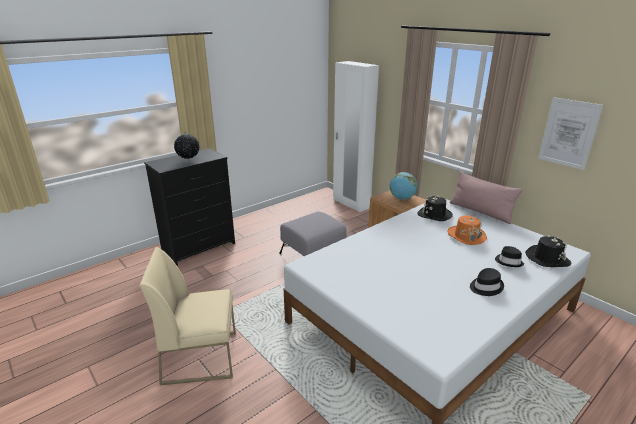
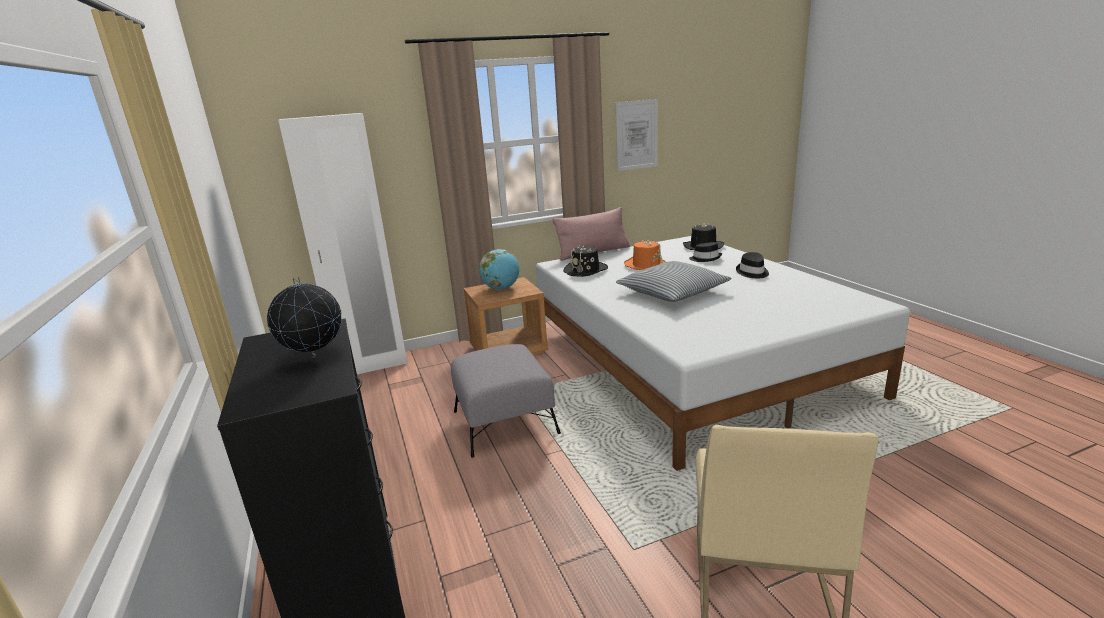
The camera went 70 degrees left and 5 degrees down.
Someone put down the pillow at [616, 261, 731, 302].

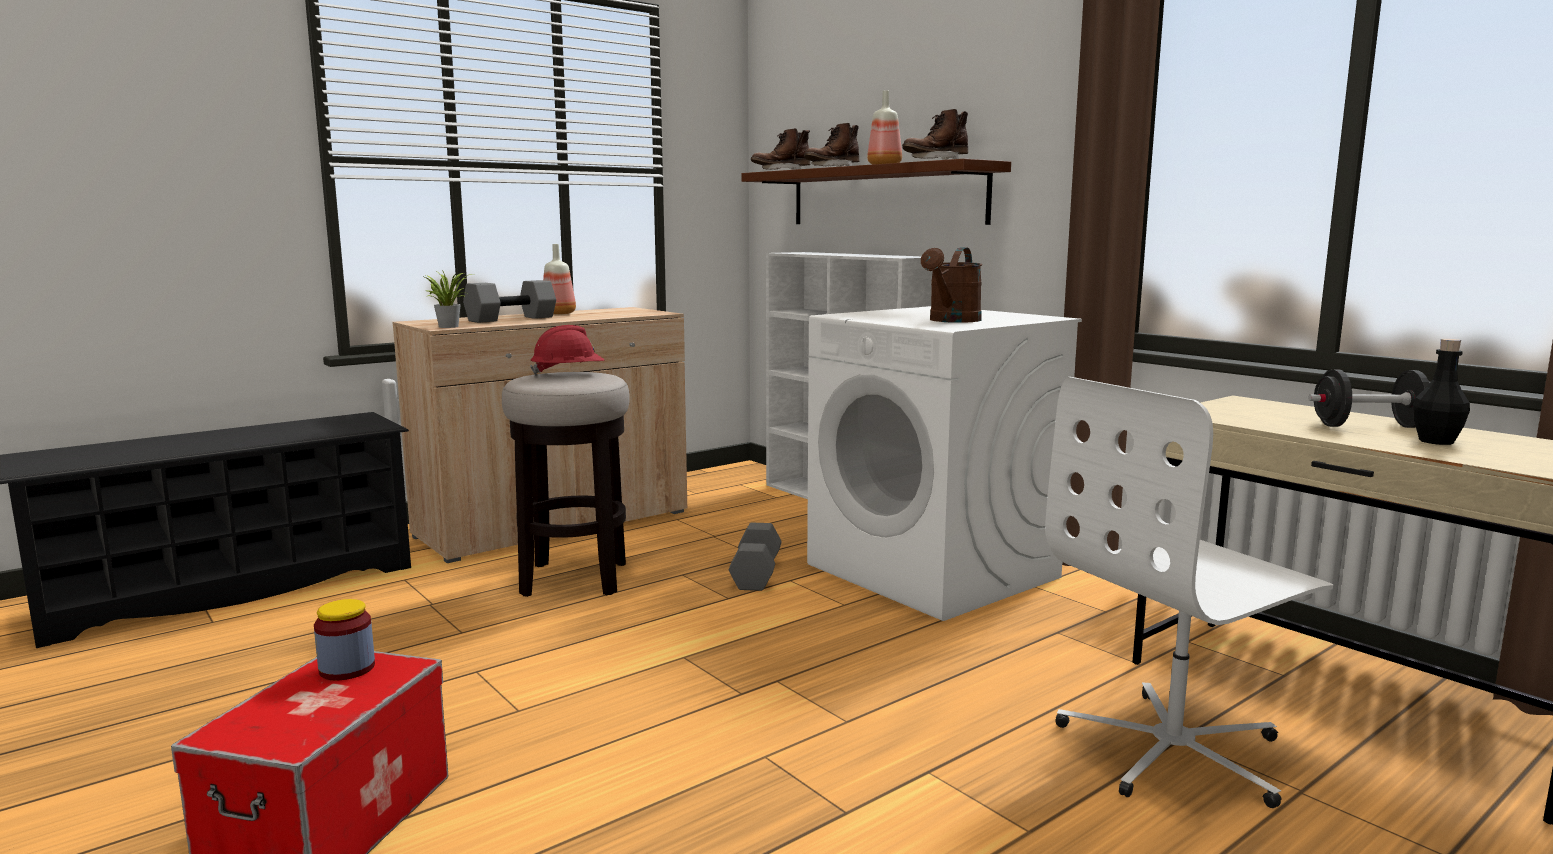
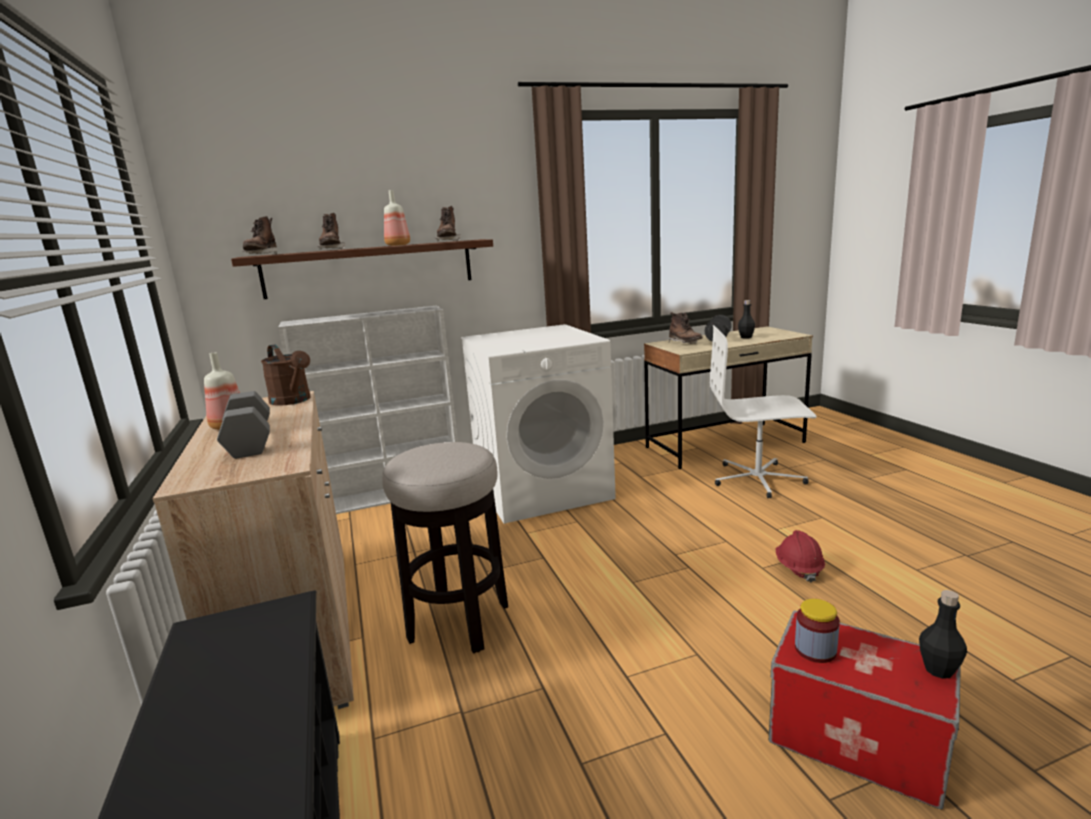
The camera went 70 degrees left and 5 degrees up.
Someone carried the brown-coloured watering pot from [921, 247, 982, 323] to [261, 344, 310, 406].
Someone put down the brown-coloured tall boot at [669, 312, 703, 344].
Someone rotated the white office chair at [1045, 377, 1334, 808] by 105 degrees clockwise.
Someone carried the red hard hat from [530, 325, 604, 376] to [776, 530, 825, 583].
Someone put down the black-coloured bottle at [919, 590, 967, 679].
Someone took away the plant in a pot at [425, 270, 473, 328].
Someone took away the gray dumbbell at [729, 522, 782, 591].

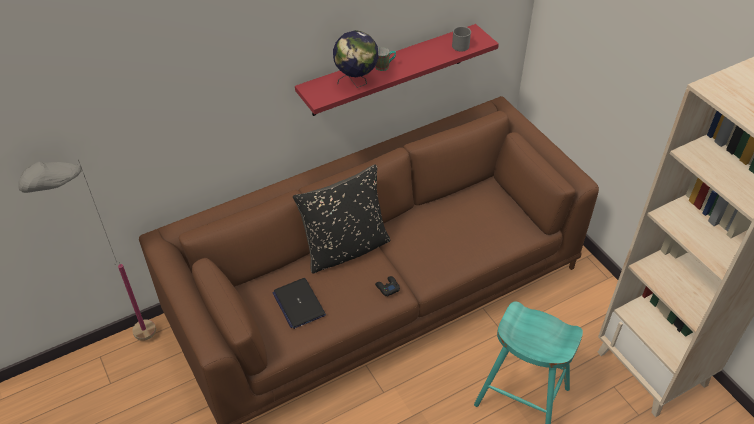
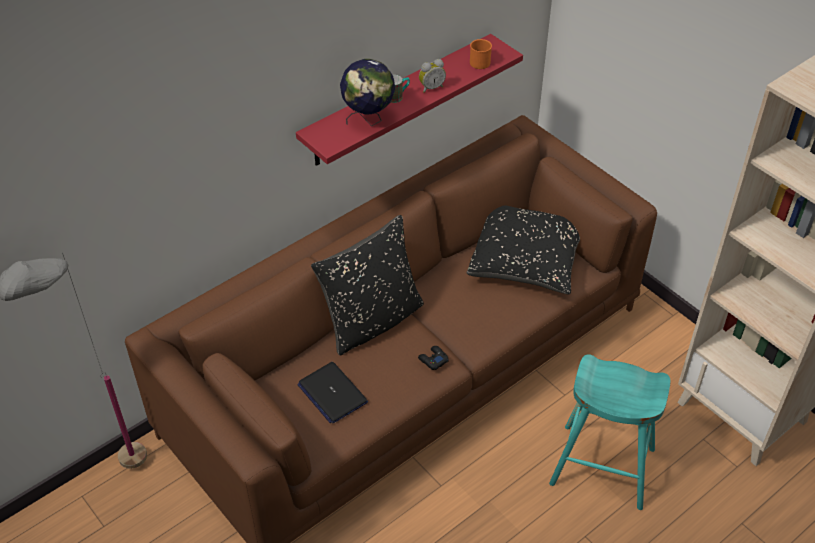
The camera went 10 degrees left and 0 degrees up.
Someone put down the table clock at [419, 59, 446, 93].
Someone put down the black-coloured pillow at [467, 205, 580, 294].
Someone repainted the gray tea mug at [452, 26, 471, 52], which became the orange tea mug at [470, 39, 492, 69].

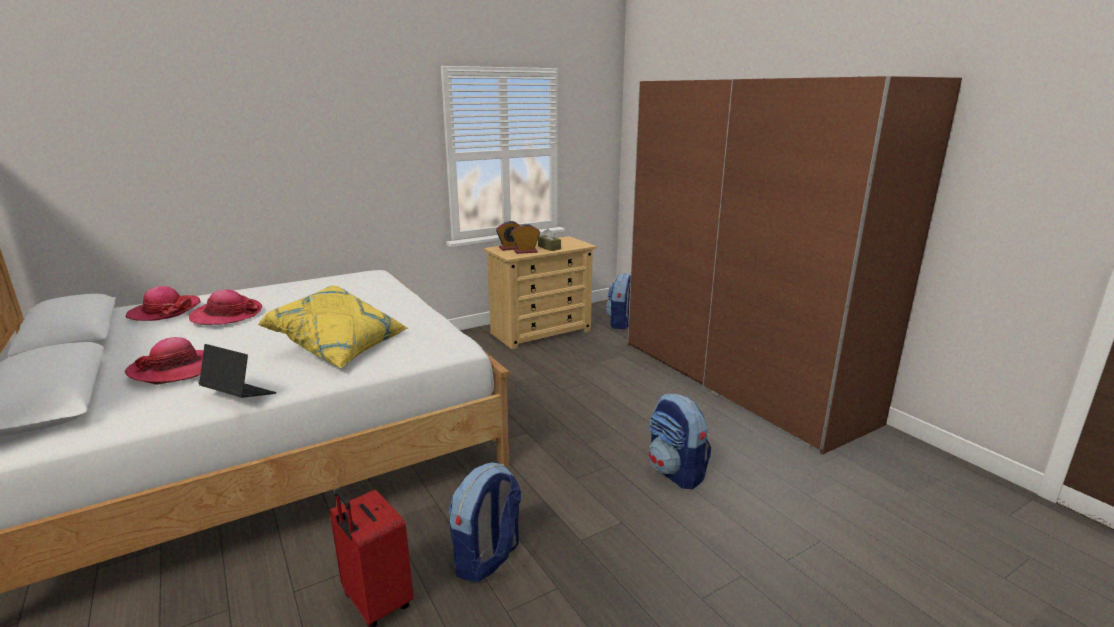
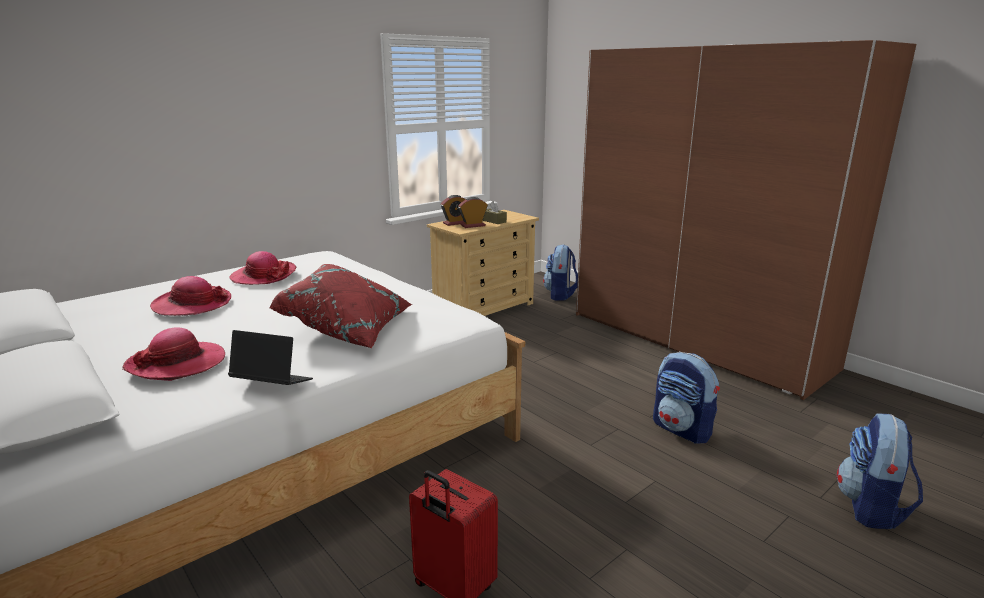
The camera went 10 degrees left and 0 degrees up.
Someone carried the wearable hat from [125, 286, 201, 321] to [229, 251, 297, 285].
Someone repainted the yellowish pillow at [257, 285, 408, 369], which became the red pillow at [269, 264, 412, 348].
Someone carried the knapsack from [449, 462, 521, 582] to [837, 414, 923, 529].

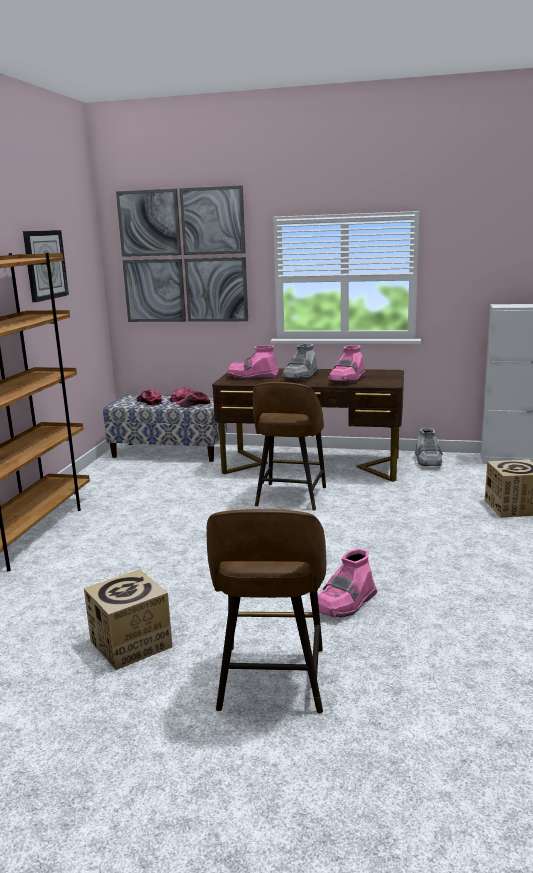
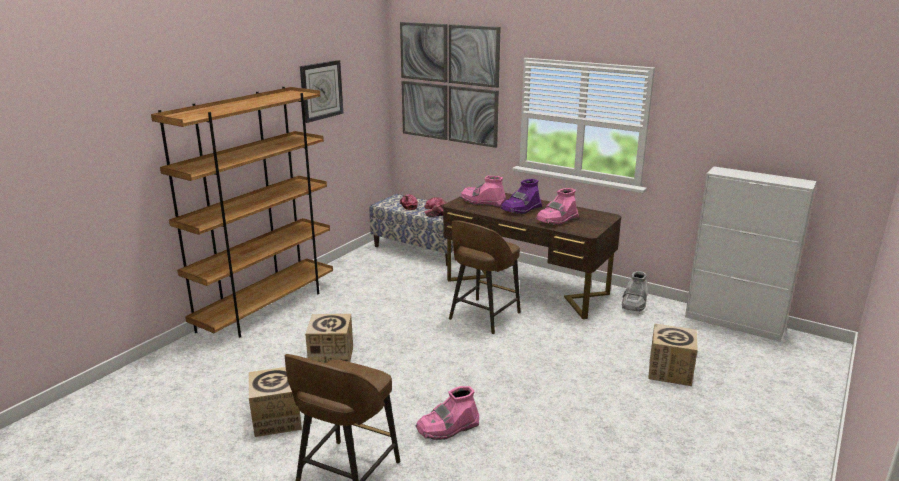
The camera went 20 degrees right and 5 degrees up.
Someone put down the carton at [305, 314, 353, 363].
Someone repainted the gray tall boot at [282, 343, 319, 380], which became the purplish tall boot at [500, 179, 542, 214].

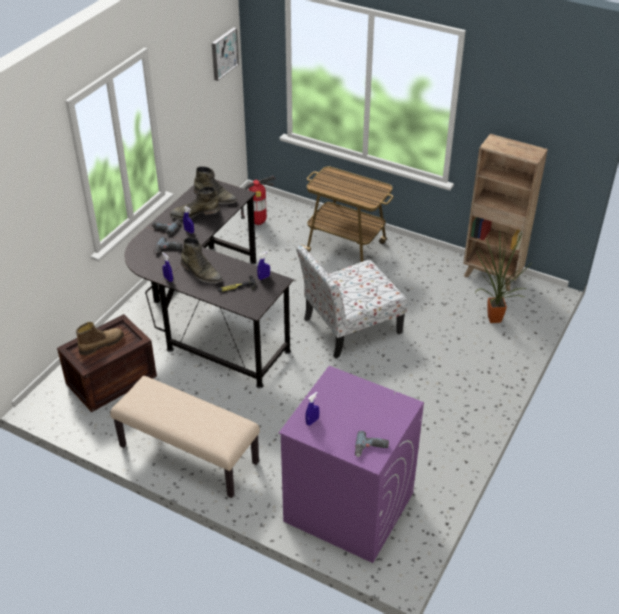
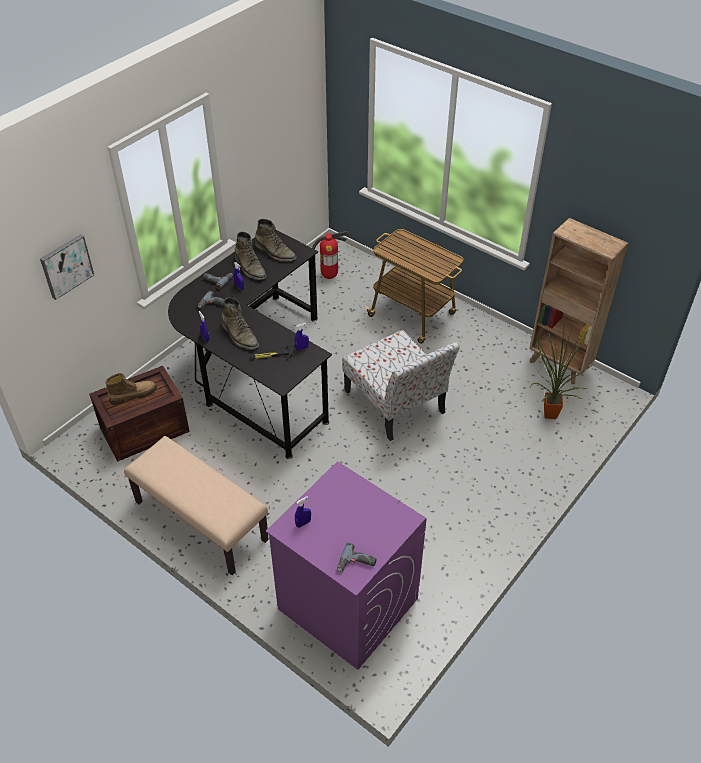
The camera went 10 degrees right and 5 degrees up.
Someone carried the wall picture from [212, 27, 239, 81] to [40, 234, 94, 300].
Someone rotated the green-coloured tall boot at [170, 186, 220, 220] by 120 degrees counterclockwise.
Someone rotated the upright chair at [296, 245, 408, 358] by 105 degrees counterclockwise.

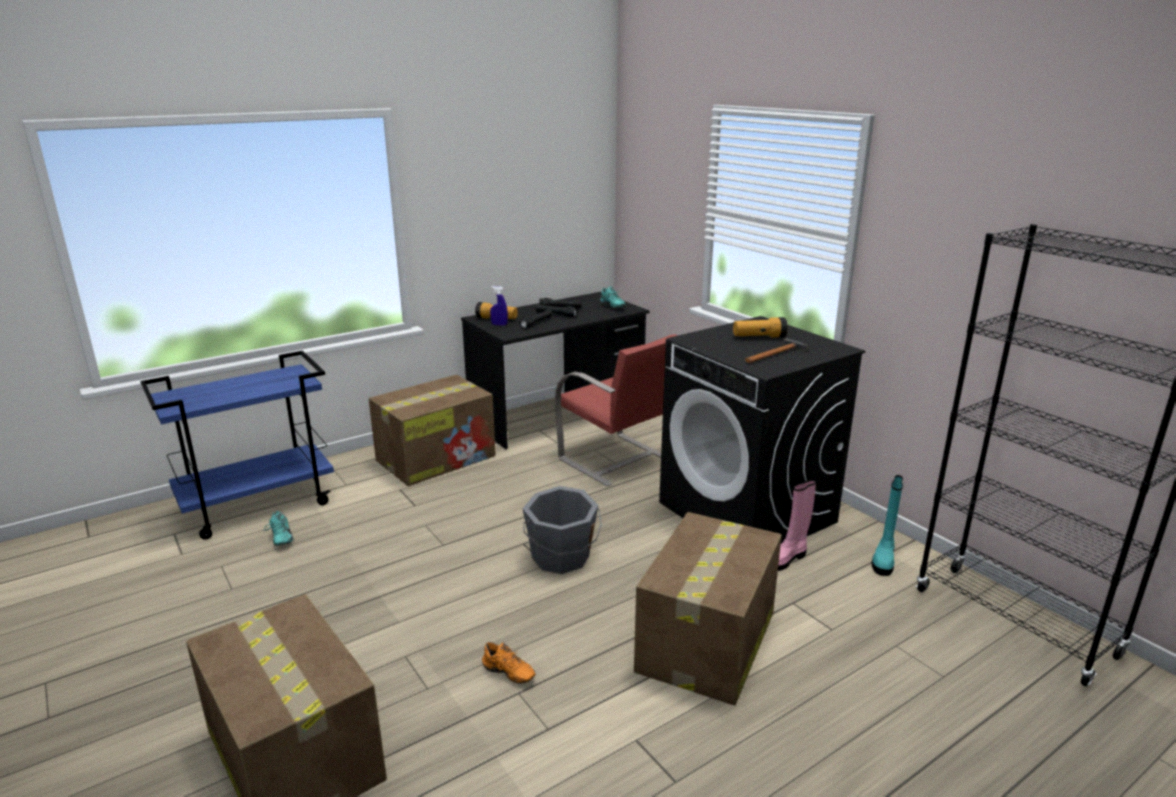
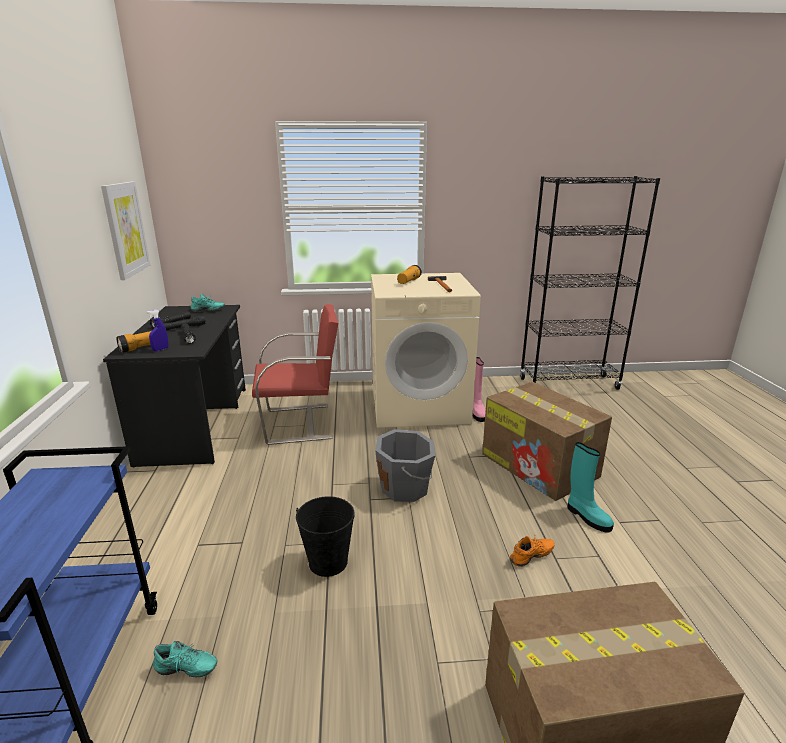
The camera went 60 degrees left and 0 degrees up.
Someone put up the wall picture at [101, 182, 150, 280].
Someone put down the black-coloured bucket at [296, 496, 355, 577].
Someone repainted the black-coloured laundry machine at [659, 316, 865, 543], which became the beige-coloured laundry machine at [371, 273, 481, 428].
Someone carried the turquoise tall boot from [872, 475, 903, 576] to [568, 442, 614, 533].
Someone took away the carton at [369, 375, 496, 486].

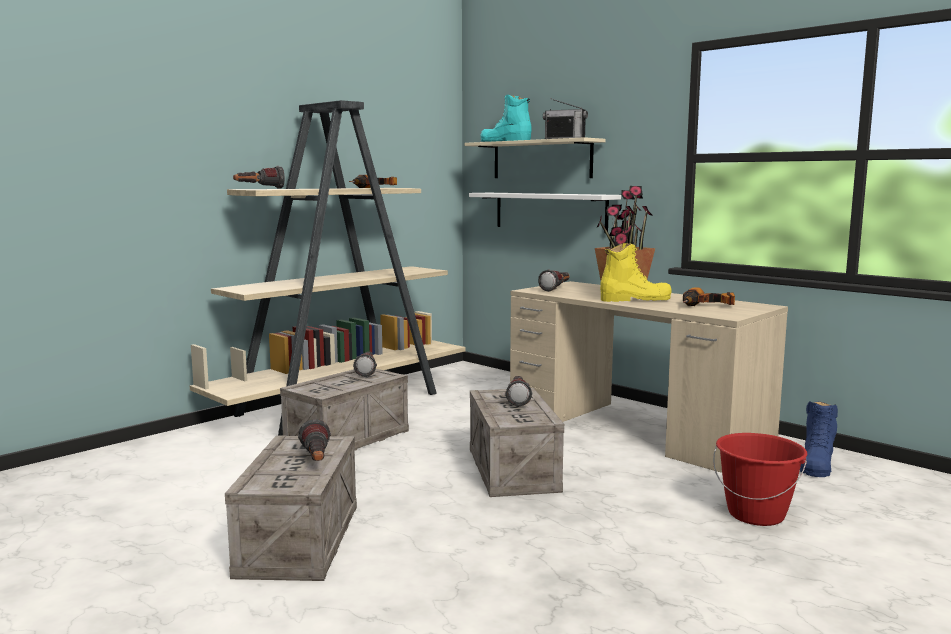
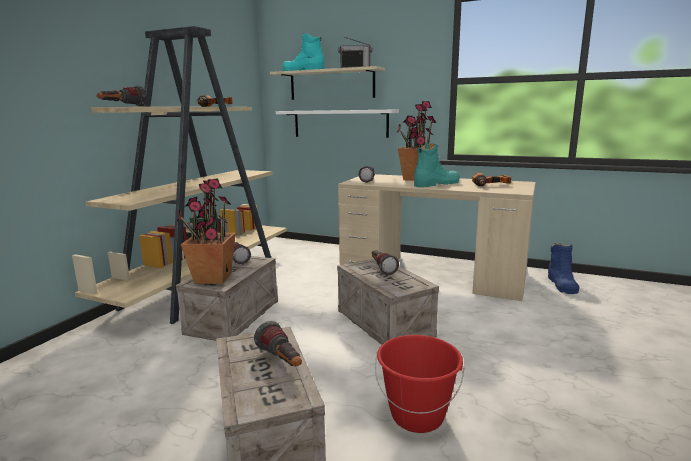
The camera went 20 degrees left and 5 degrees up.
Someone put down the plant in a pot at [177, 178, 236, 284].
Someone carried the red bucket from [713, 433, 807, 526] to [375, 335, 464, 433].
Someone repainted the yellowish tall boot at [600, 243, 671, 302], which became the turquoise tall boot at [414, 144, 460, 187].

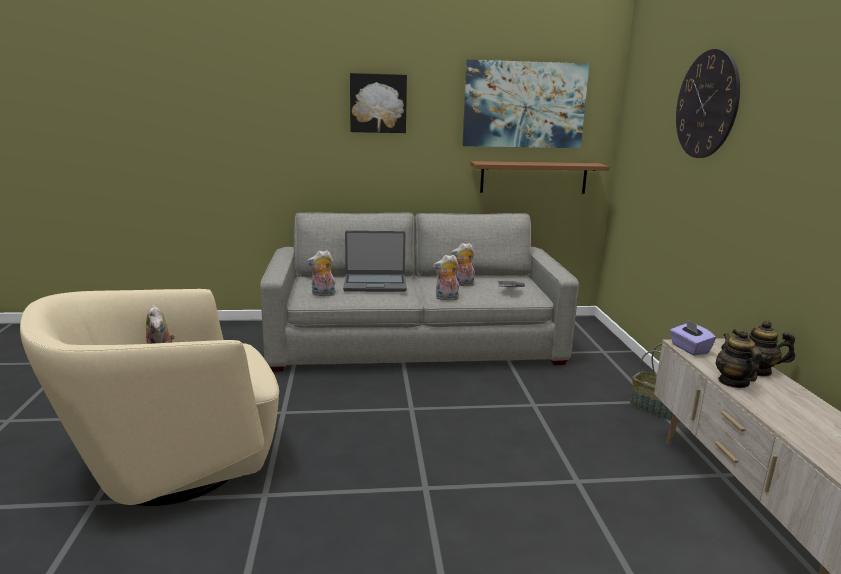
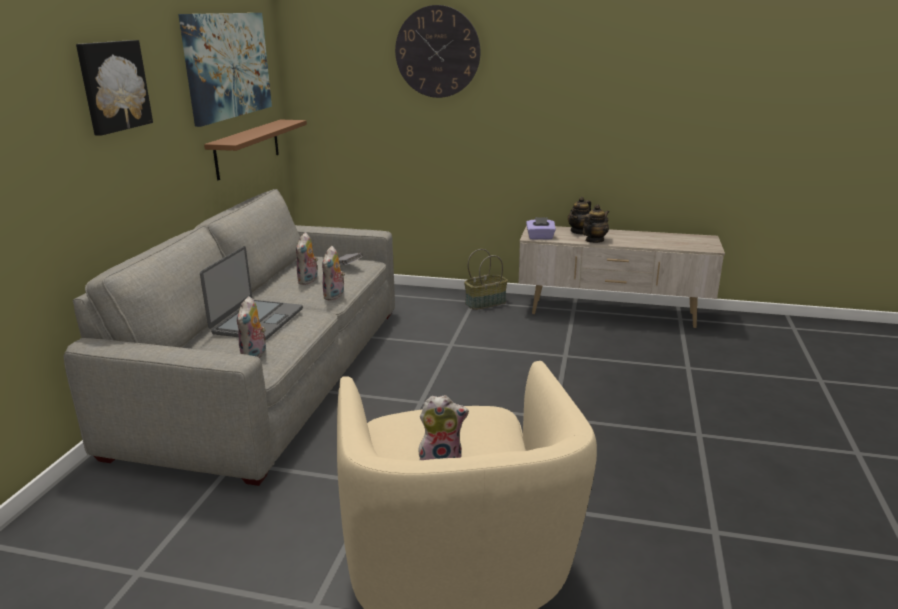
The camera went 70 degrees left and 5 degrees up.
Someone rotated the tea pot at [715, 330, 762, 388] by 120 degrees clockwise.

